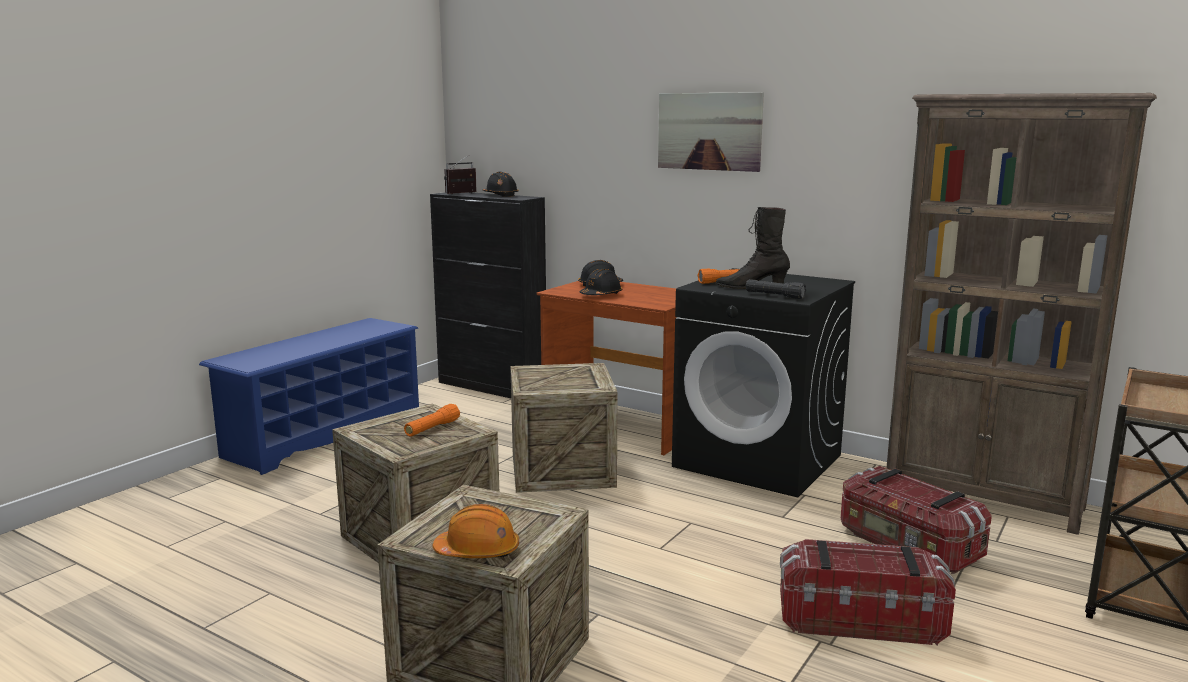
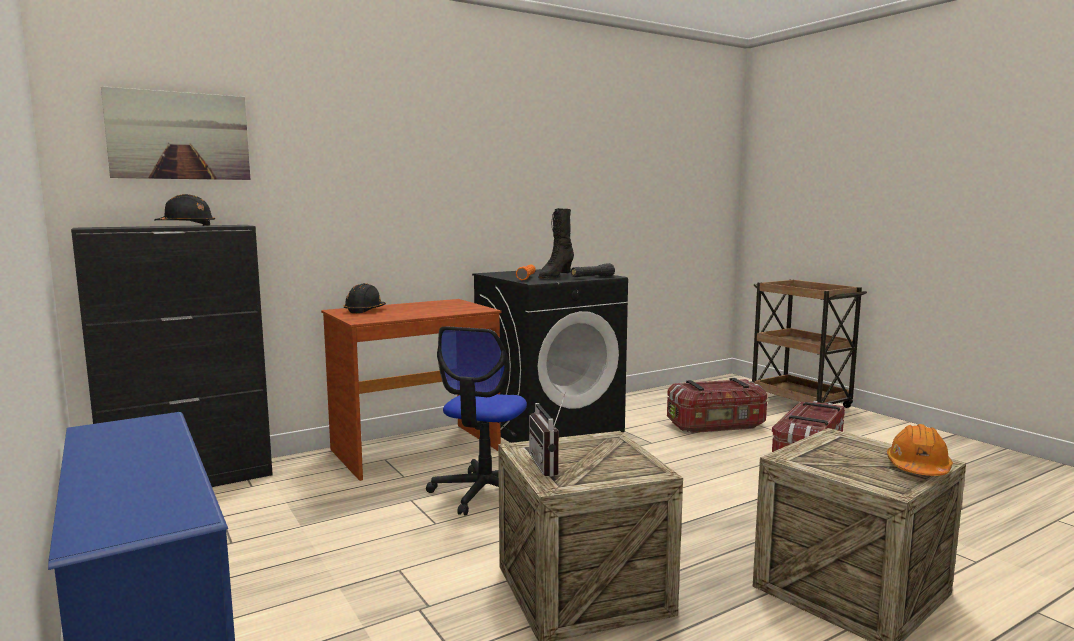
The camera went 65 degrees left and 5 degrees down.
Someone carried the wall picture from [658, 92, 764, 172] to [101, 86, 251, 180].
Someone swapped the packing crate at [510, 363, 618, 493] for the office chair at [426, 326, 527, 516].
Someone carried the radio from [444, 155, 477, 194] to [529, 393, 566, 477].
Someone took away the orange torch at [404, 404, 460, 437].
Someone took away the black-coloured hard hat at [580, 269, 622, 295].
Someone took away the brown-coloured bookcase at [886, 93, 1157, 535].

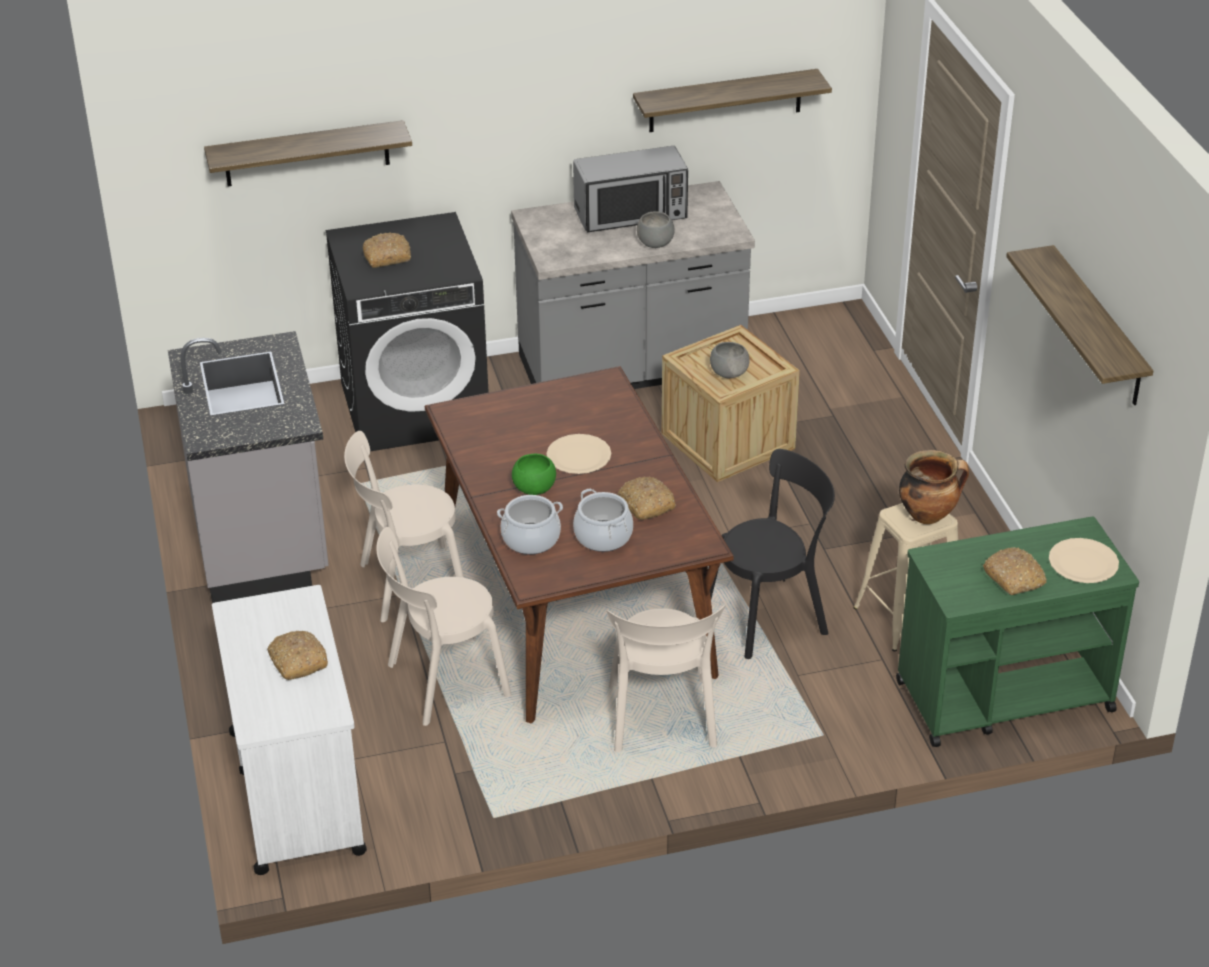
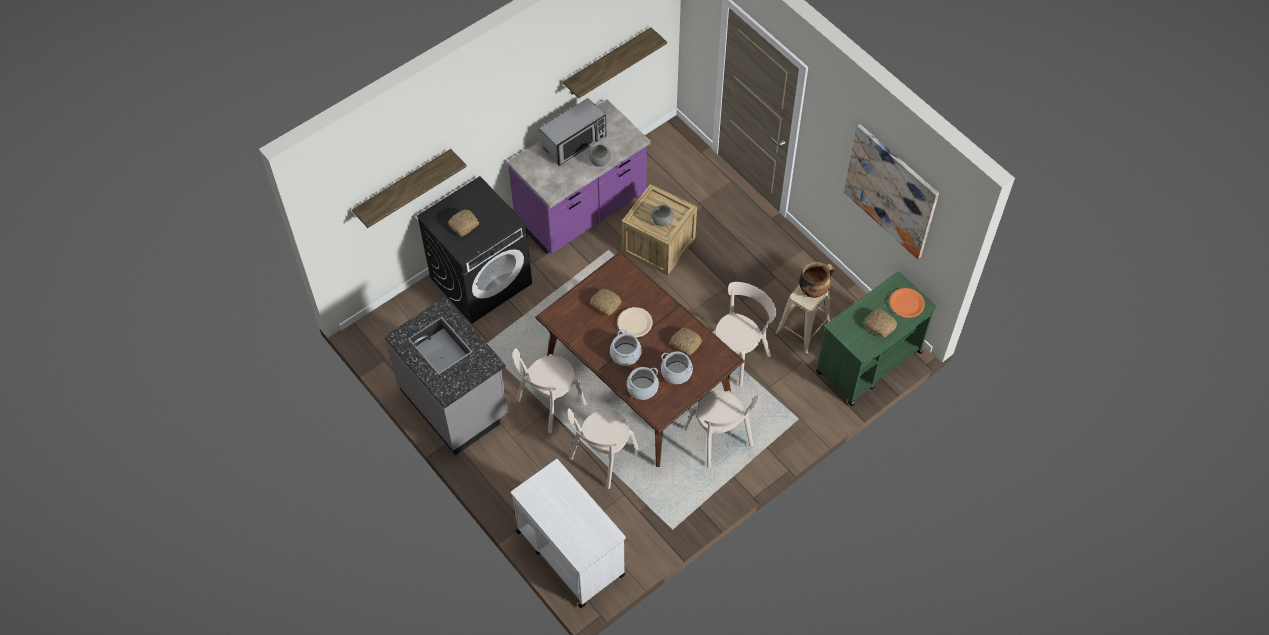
The camera went 25 degrees left and 20 degrees up.
Someone repainted the gray kitchen base unit at [511, 181, 755, 389], which became the purplish kitchen base unit at [507, 99, 650, 254].
Someone carried the bakery bread from [267, 631, 328, 680] to [590, 289, 622, 316].
Someone swapped the green-coloured deep dish at [512, 454, 556, 495] for the stockpot at [610, 329, 642, 366].
Someone repainted the black-coloured upright chair at [710, 449, 835, 659], which became the beige-coloured upright chair at [713, 282, 776, 387].
Someone swapped the shelf at [1006, 245, 1153, 405] for the wall picture at [844, 124, 939, 259].
Someone repainted the beige-coloured dinner plate at [1049, 538, 1119, 583], which became the orange dinner plate at [890, 288, 925, 318].

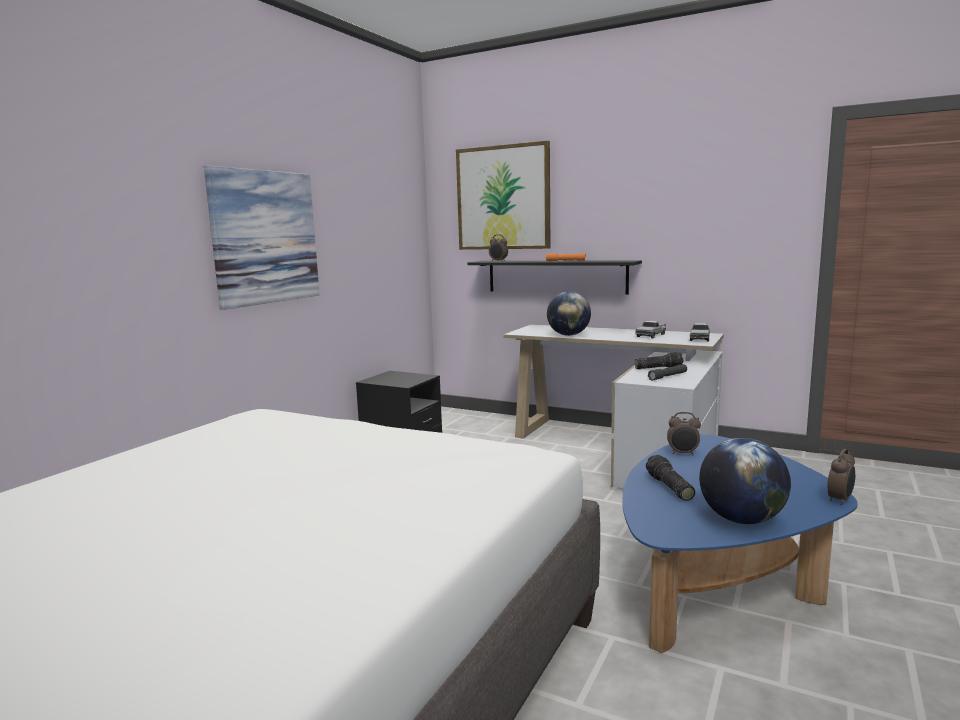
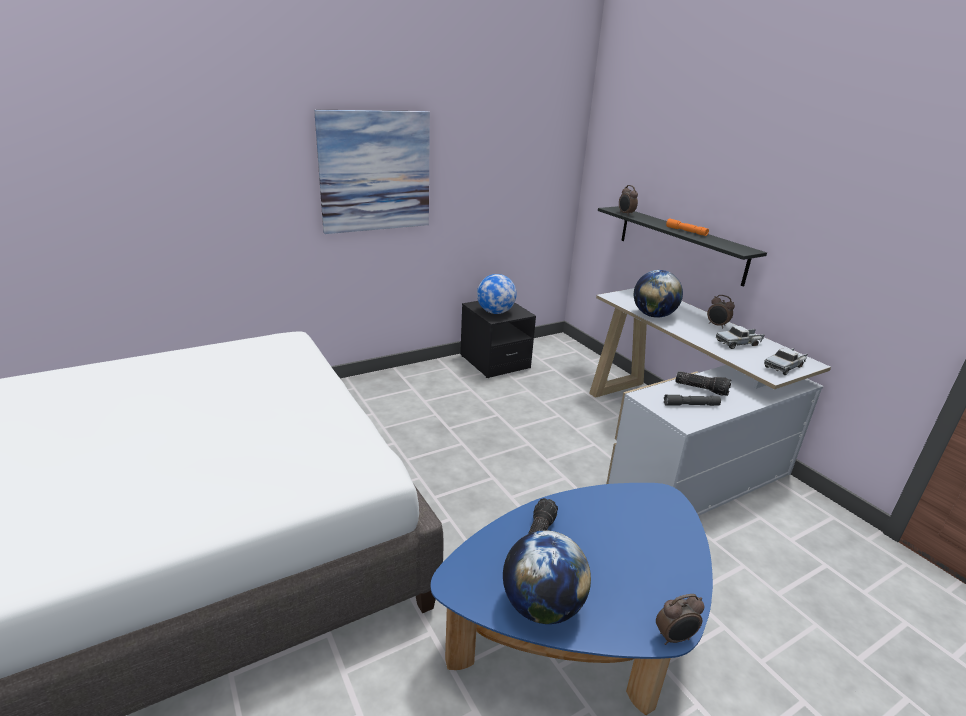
The camera went 30 degrees right and 15 degrees up.
Someone put down the desk globe at [477, 274, 517, 314].
Someone carried the table clock from [667, 412, 701, 455] to [707, 295, 735, 328].
Someone took away the wall picture at [456, 141, 550, 250].

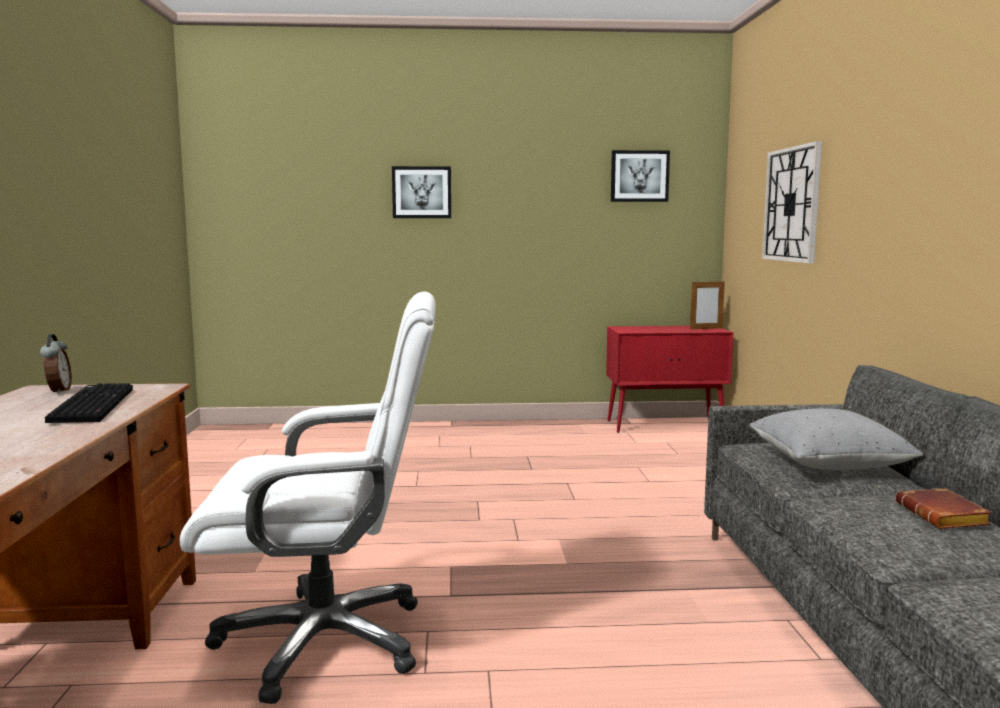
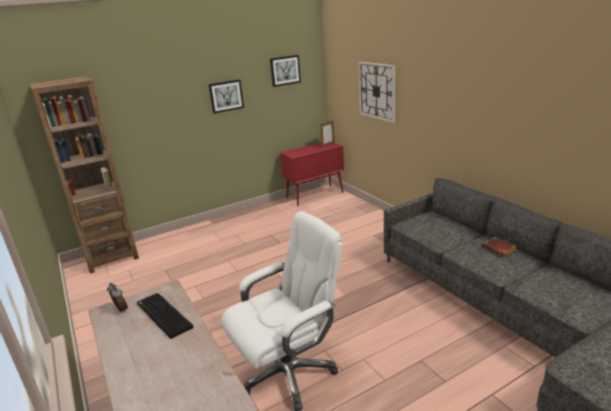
The camera went 25 degrees left and 15 degrees up.
Someone put down the brown-coloured bookcase at [31, 76, 139, 274].
Someone carried the wall picture from [392, 166, 451, 218] to [208, 79, 244, 113].
Someone took away the gray pillow at [749, 408, 923, 470].

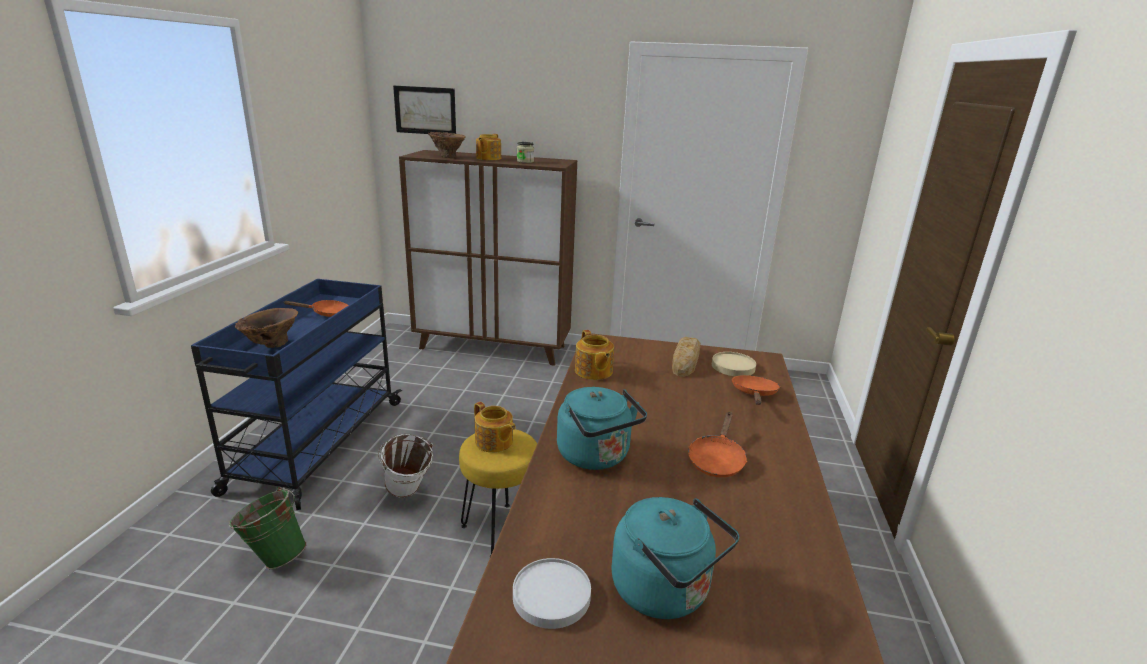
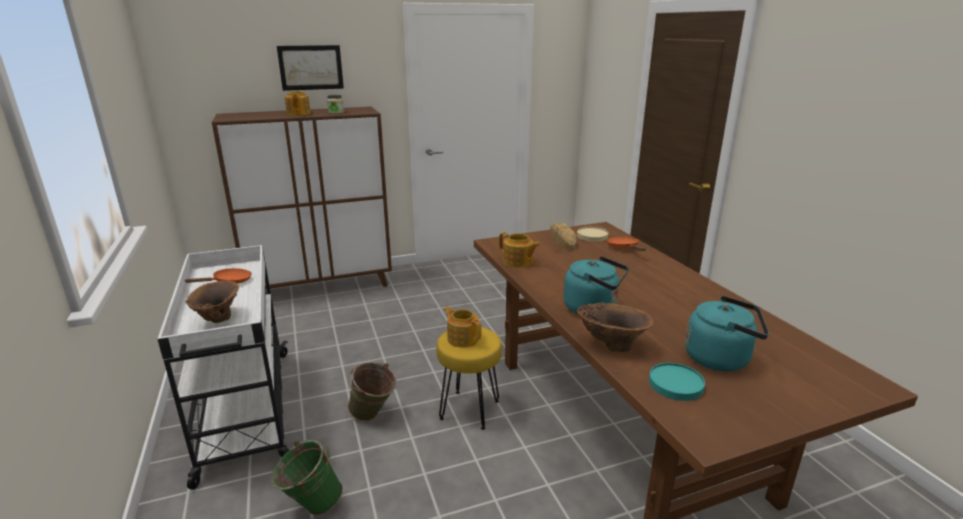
The camera went 30 degrees left and 0 degrees up.
Someone repainted the blue-coloured cart at [191, 279, 402, 510], which became the white cart at [157, 245, 289, 489].
Someone carried the wall picture from [393, 86, 456, 134] to [277, 45, 344, 91].
Someone repainted the white bucket at [378, 434, 433, 498], which became the green-coloured bucket at [348, 362, 397, 421].
Someone rotated the tea pot at [474, 402, 516, 453] by 150 degrees counterclockwise.
Someone carried the brown-coloured vase from [428, 132, 466, 158] to [577, 302, 653, 352].
Someone repainted the white dinner plate at [513, 558, 591, 629], which became the turquoise dinner plate at [649, 363, 705, 401].
Someone took away the orange frying pan at [688, 412, 747, 477].

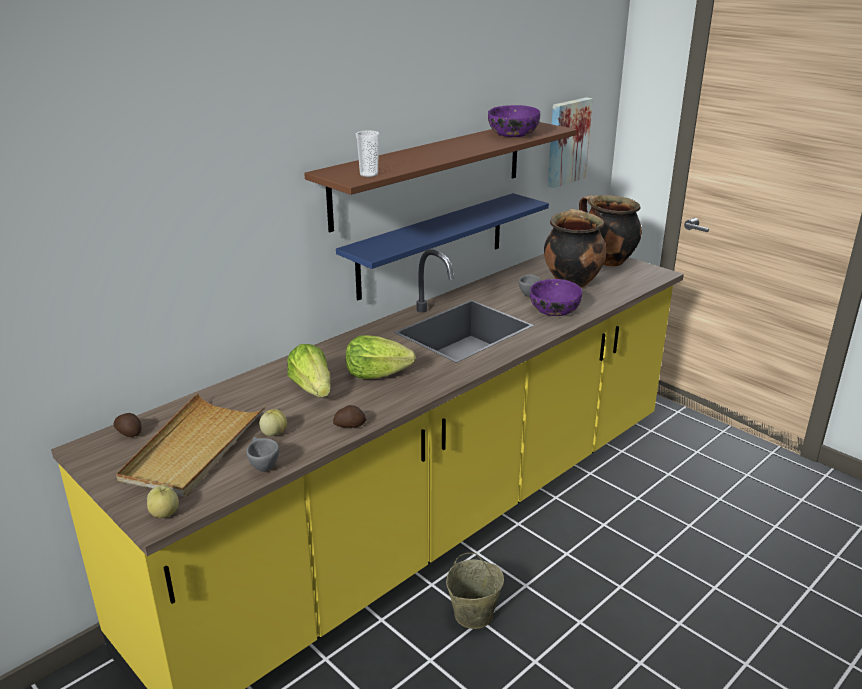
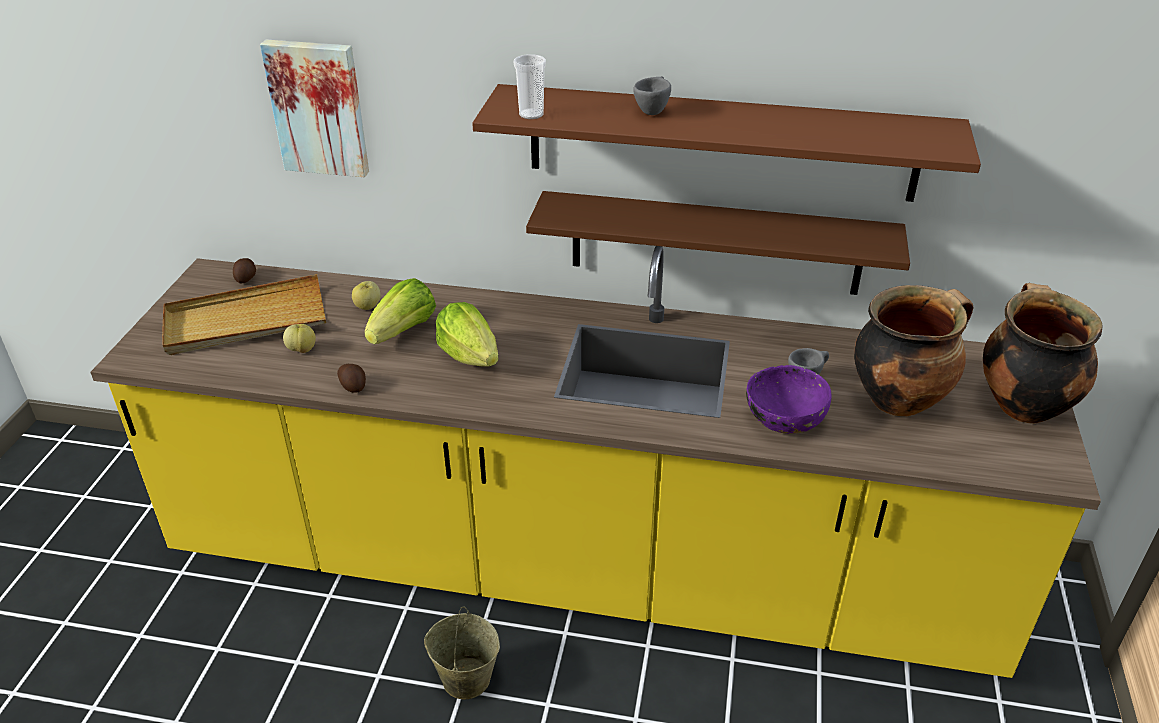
The camera went 55 degrees right and 10 degrees up.
Someone carried the wall picture from [547, 97, 593, 188] to [260, 39, 369, 177].
Someone carried the apple from [147, 485, 179, 518] to [352, 281, 381, 310].
Someone repainted the blue-coloured shelf at [336, 193, 549, 300], which became the brown-coloured shelf at [526, 191, 910, 295].
Someone carried the gray drinking cup from [246, 437, 279, 472] to [633, 76, 671, 115].
Someone took away the purplish deep dish at [488, 105, 540, 137].

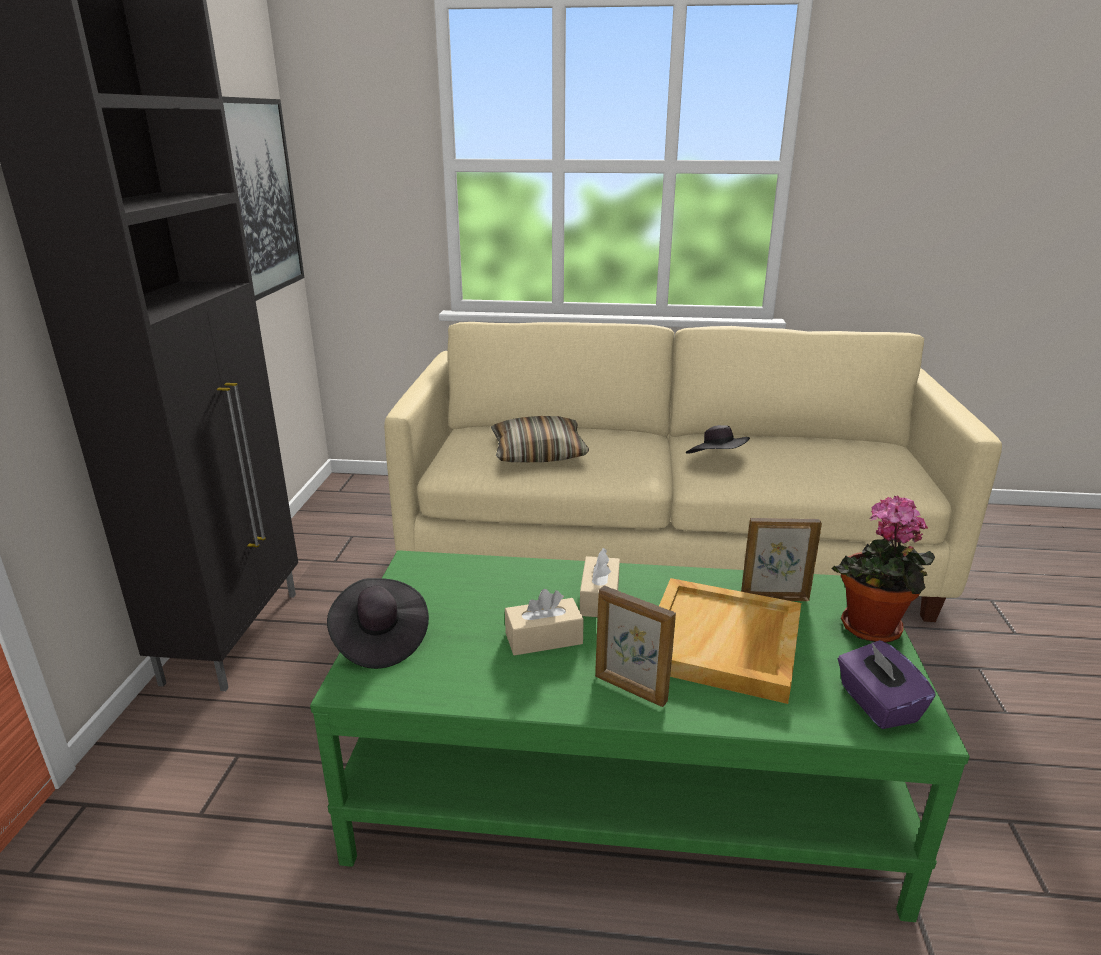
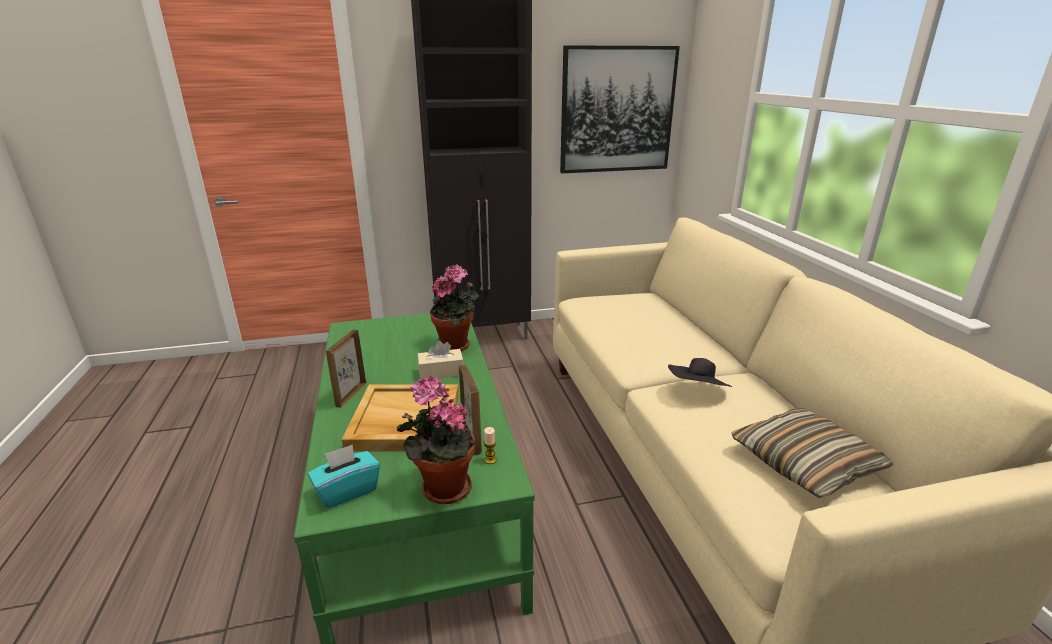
The camera went 70 degrees right and 0 degrees up.
Someone repainted the purplish tissue box at [838, 640, 936, 729], which became the turquoise tissue box at [308, 444, 380, 509].
Someone put down the plant in a pot at [430, 264, 479, 351].
Someone put down the candle at [483, 427, 497, 464].
Someone carried the pillow from [491, 416, 589, 462] to [731, 408, 893, 498].
Someone took away the black-coloured wearable hat at [327, 578, 429, 669].
Someone took away the beige-coloured tissue box at [505, 589, 584, 655].

